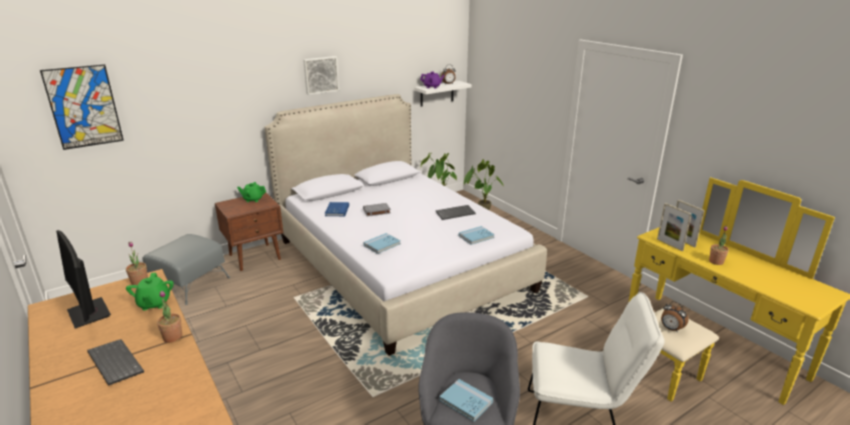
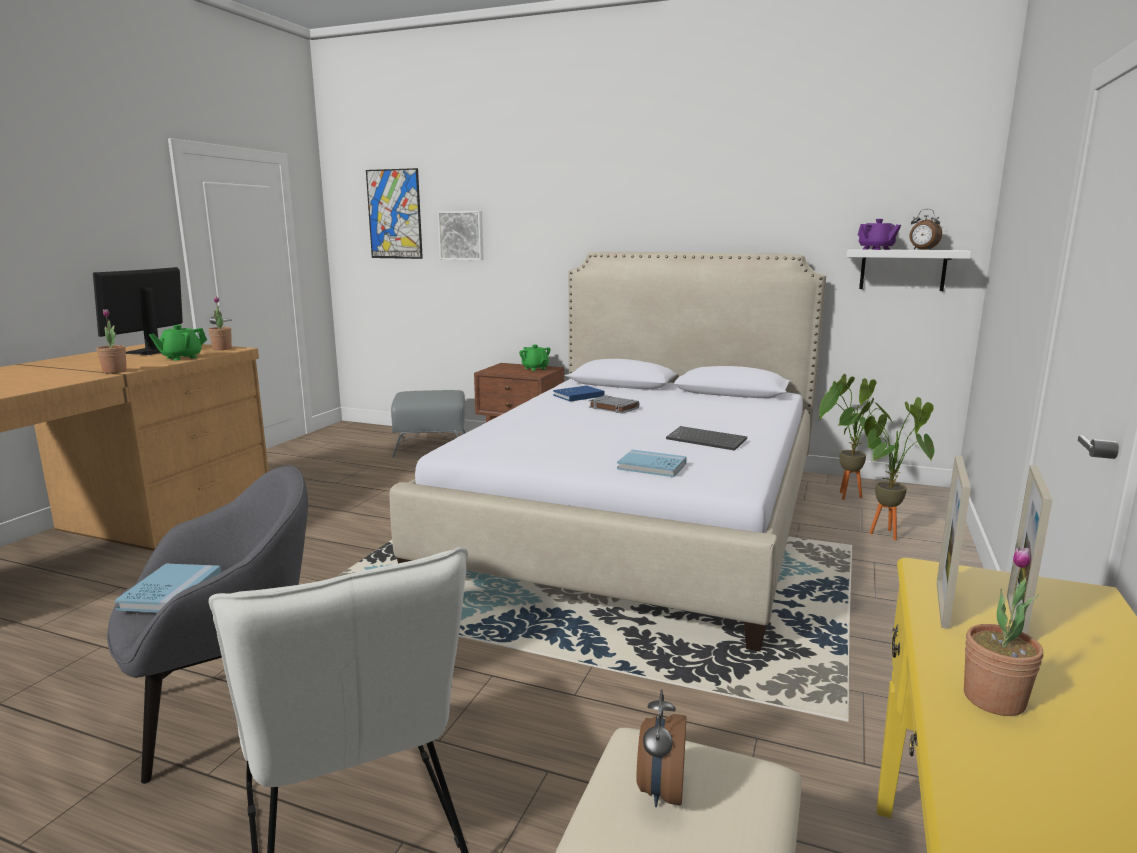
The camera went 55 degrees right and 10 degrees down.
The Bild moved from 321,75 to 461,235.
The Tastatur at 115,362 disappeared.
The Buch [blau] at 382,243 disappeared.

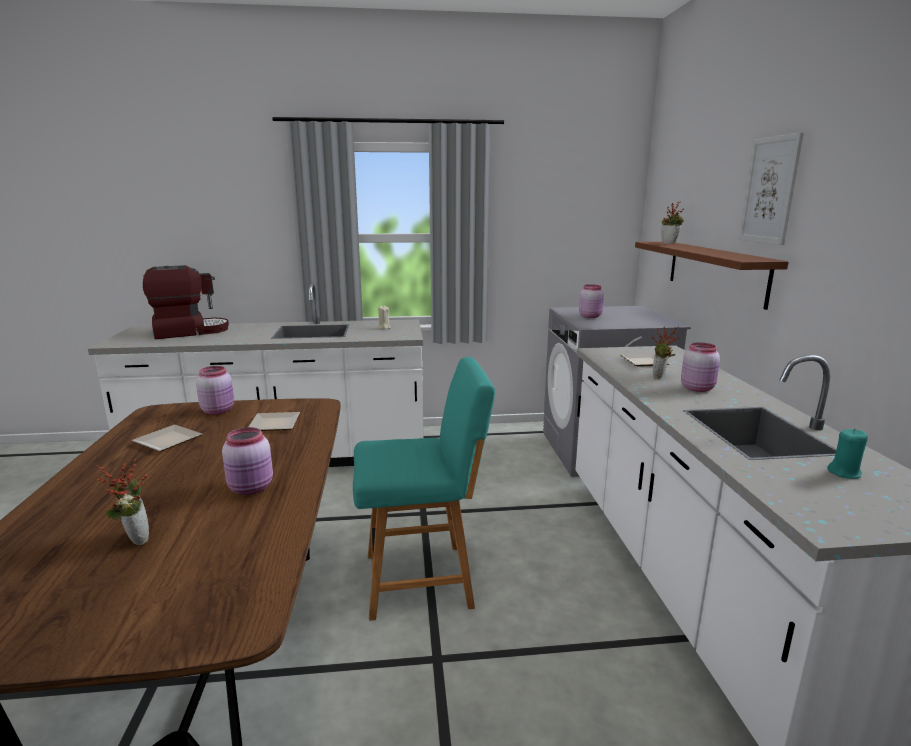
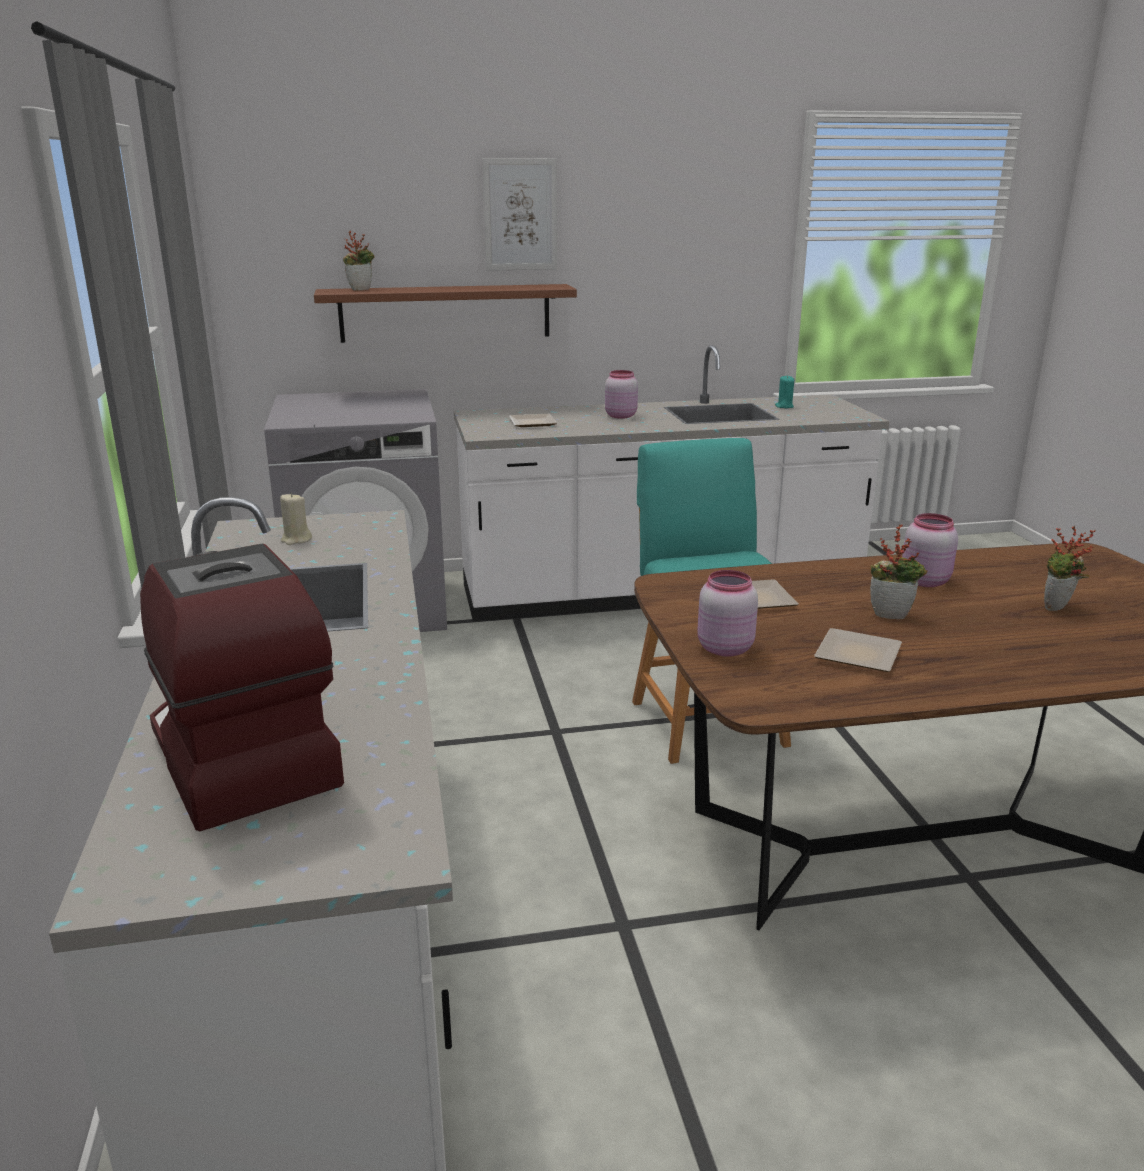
The camera went 95 degrees left and 5 degrees up.
The Topfpflanze moved from 665,353 to 899,571.
The Vorratsglas [rosa] at 591,301 disappeared.

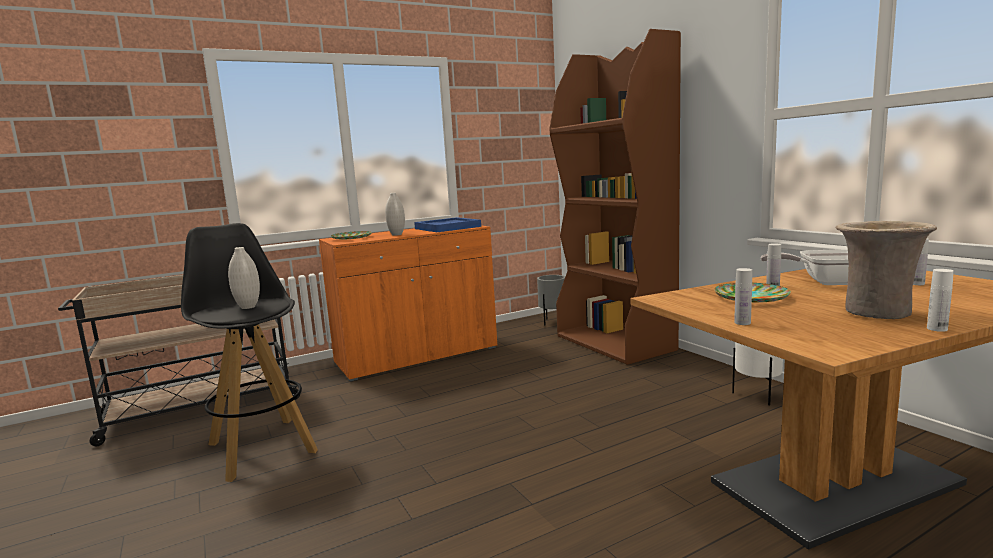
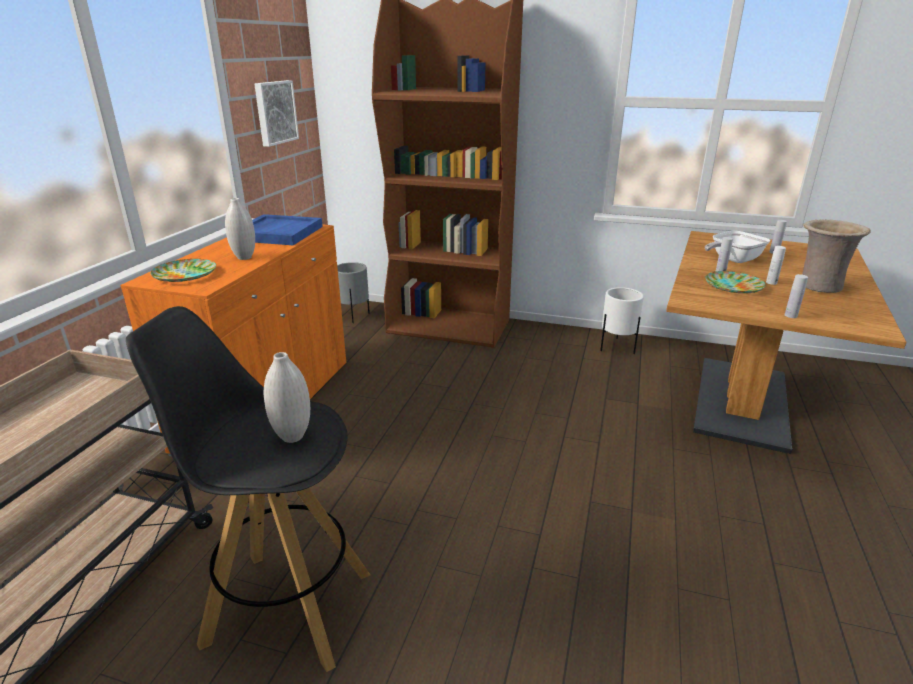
The camera went 45 degrees left and 15 degrees up.
The Bild at 276,113 appeared.
The Flasche [weiß] moved from 940,300 to 776,265.

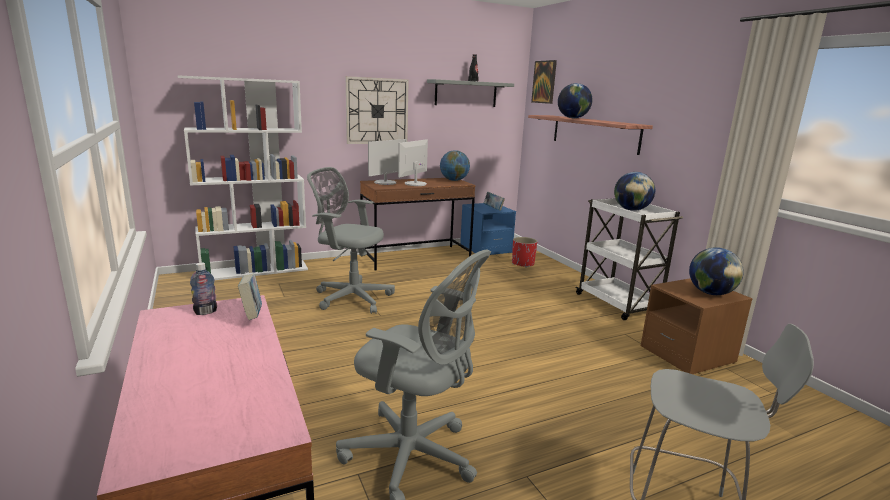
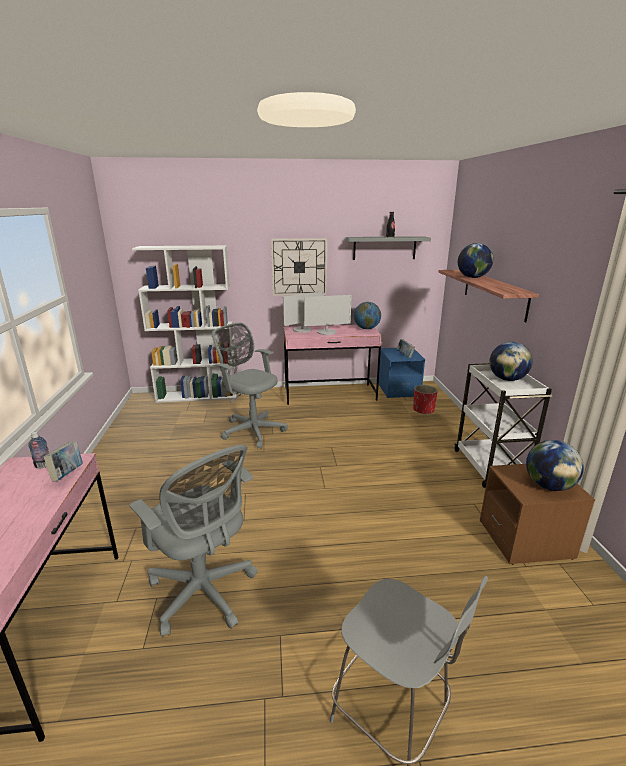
The camera went 20 degrees right and 5 degrees up.
The Schreibtisch [braun] at 417,224 became the Schreibtisch [rosa] at 333,365.
The Monitor at 413,162 turned 150 degrees counterclockwise.
The Bild at 544,82 disappeared.

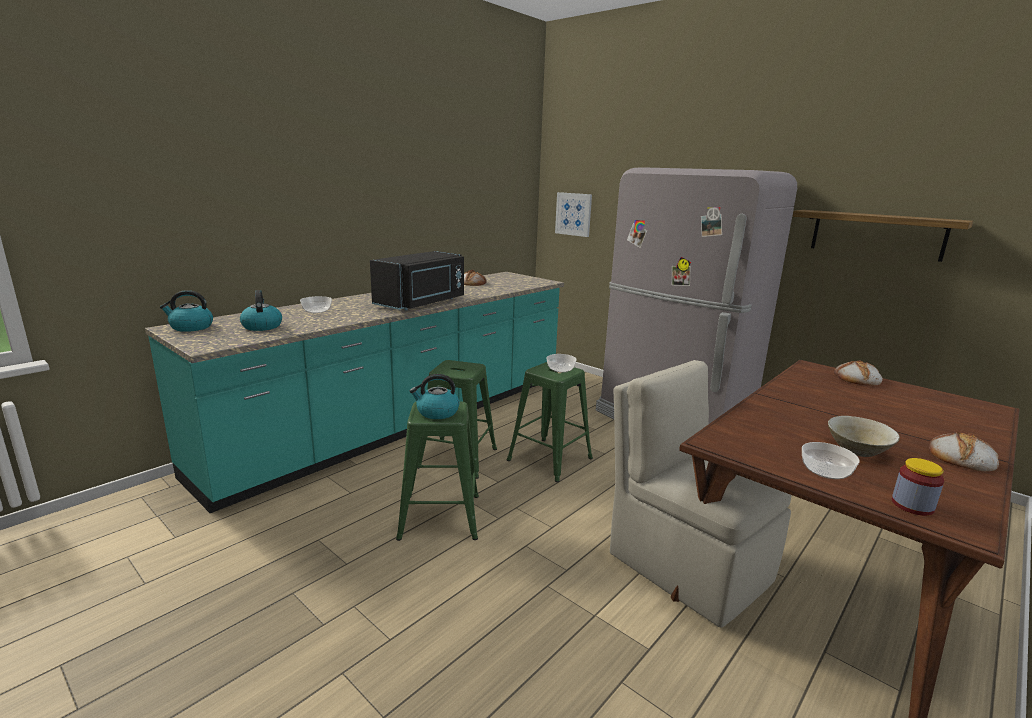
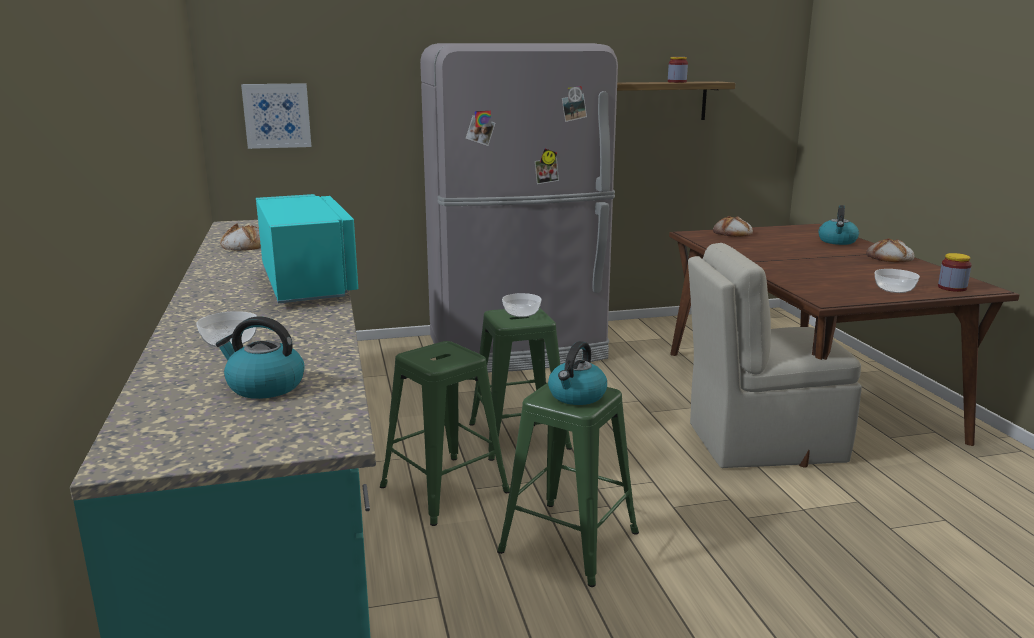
The camera went 55 degrees left and 0 degrees up.
The Mikrowelle [schwarz] at 417,280 became the Mikrowelle [türkis] at 307,248.
The Vorratsglas at 678,70 appeared.
The Wasserkessel moved from 186,311 to 838,225.
The Schüssel [beige] at 864,436 disappeared.

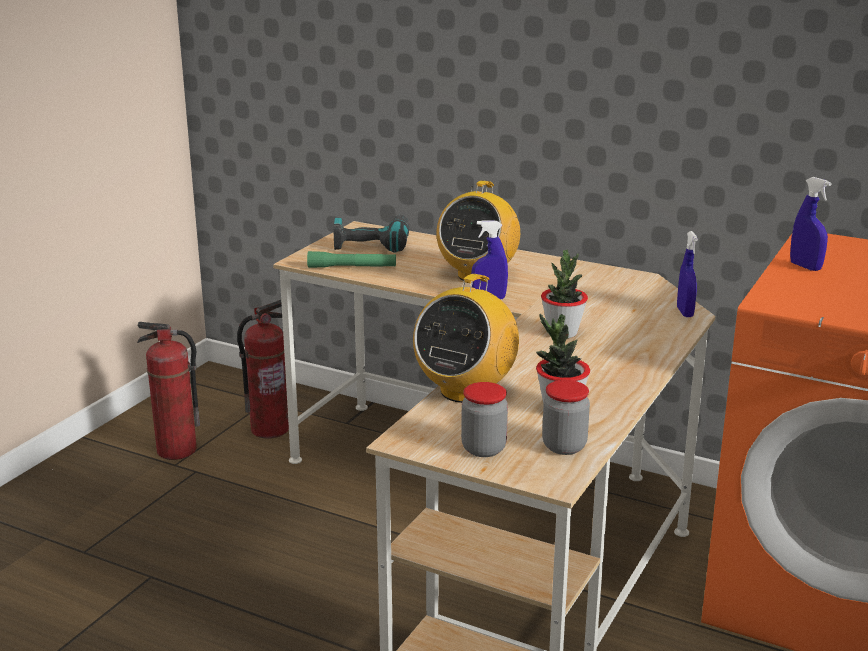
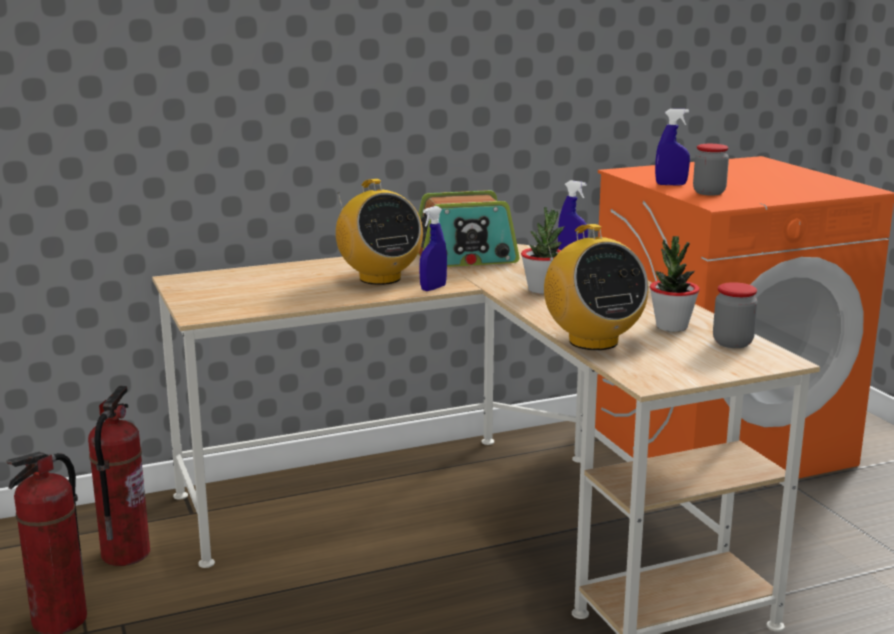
The camera went 50 degrees left and 5 degrees down.
The Radio at 468,228 appeared.
The Vorratsglas moved from 484,419 to 711,170.
The Taschenlampe [grün] at 351,259 disappeared.
The Bohrmaschine at 371,234 disappeared.

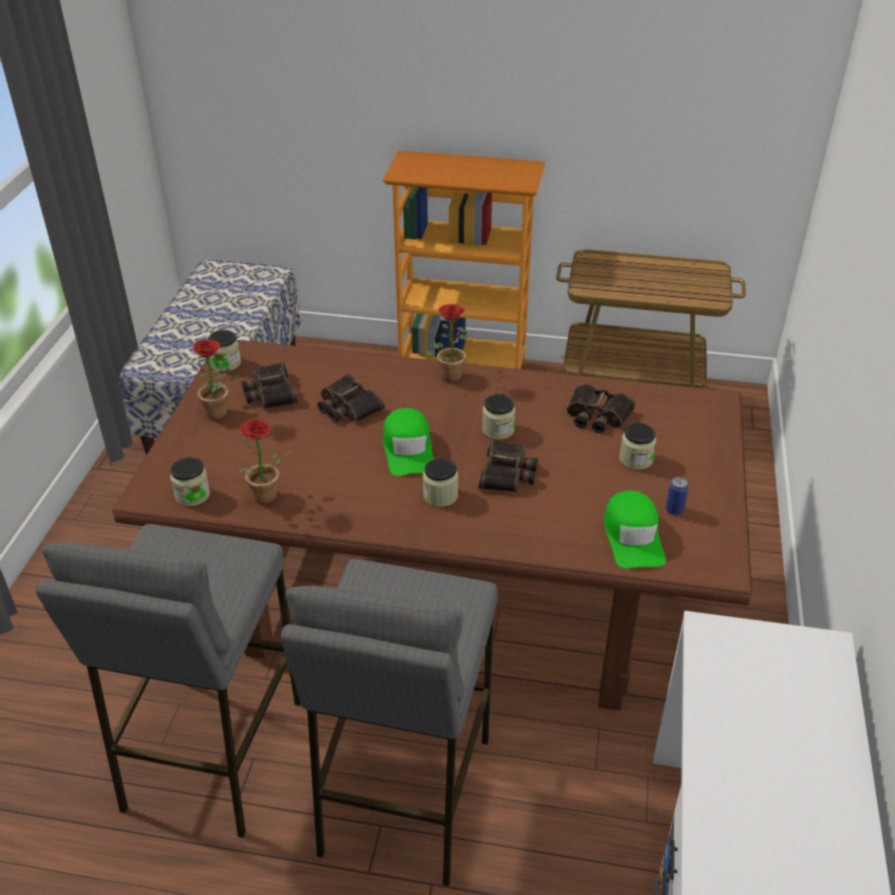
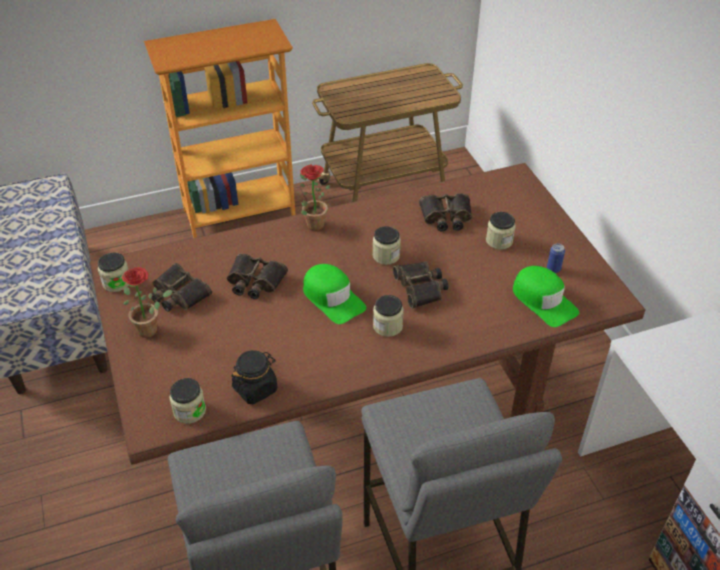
The camera went 30 degrees left and 5 degrees up.
The Topfpflanze at 266,461 was replaced by the Vorratsglas [schwarz] at 254,377.

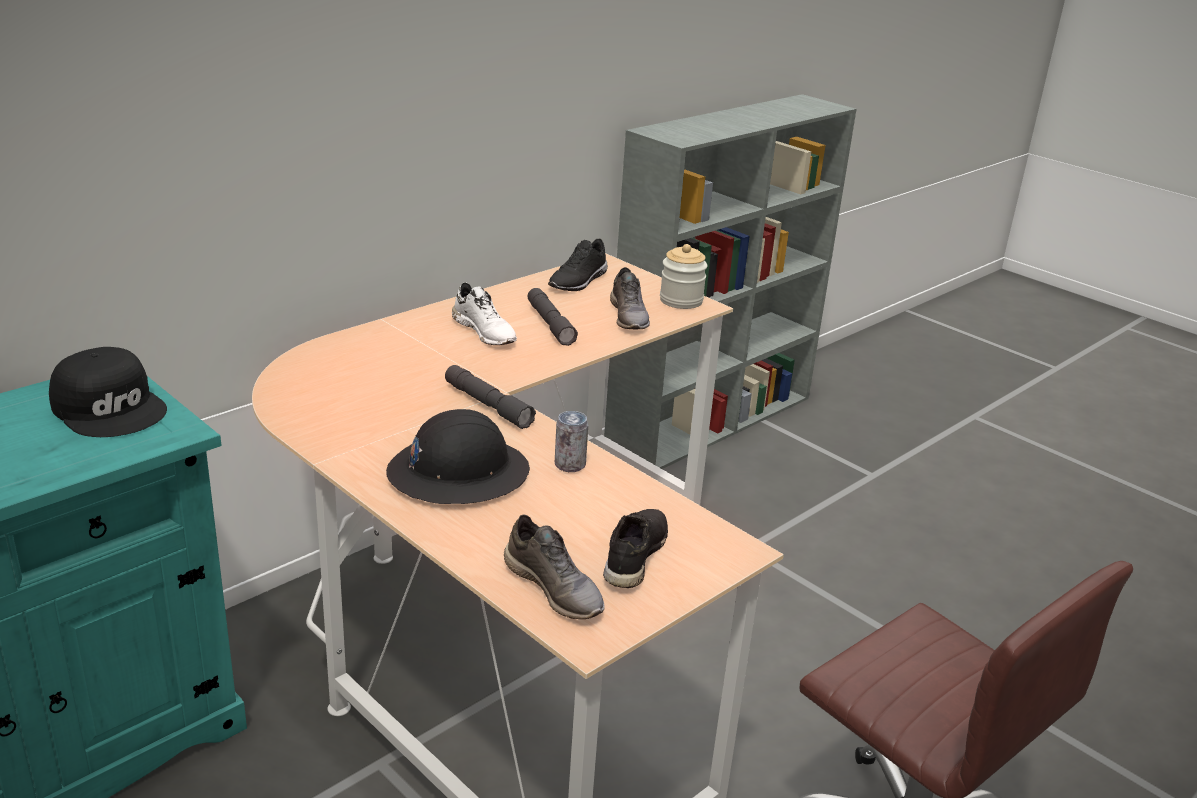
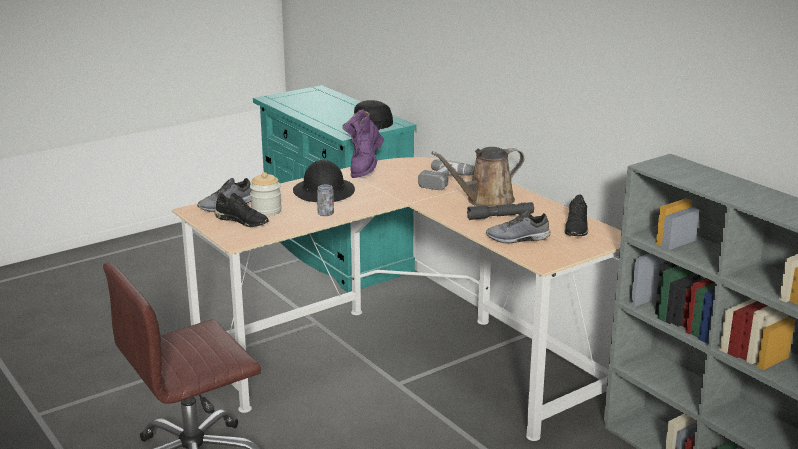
The camera went 100 degrees right and 5 degrees down.
The Vorratsglas moved from 683,276 to 266,194.
The Stiefel [lila] at 363,143 appeared.
The Bohrmaschine at 446,175 appeared.
The Schuh [weiß] at 484,313 was replaced by the Gießkanne [braun] at 477,177.
The Schuh [schwarz] at 578,265 turned 120 degrees counterclockwise.
The Taschenlampe [grau] at 490,397 disappeared.

